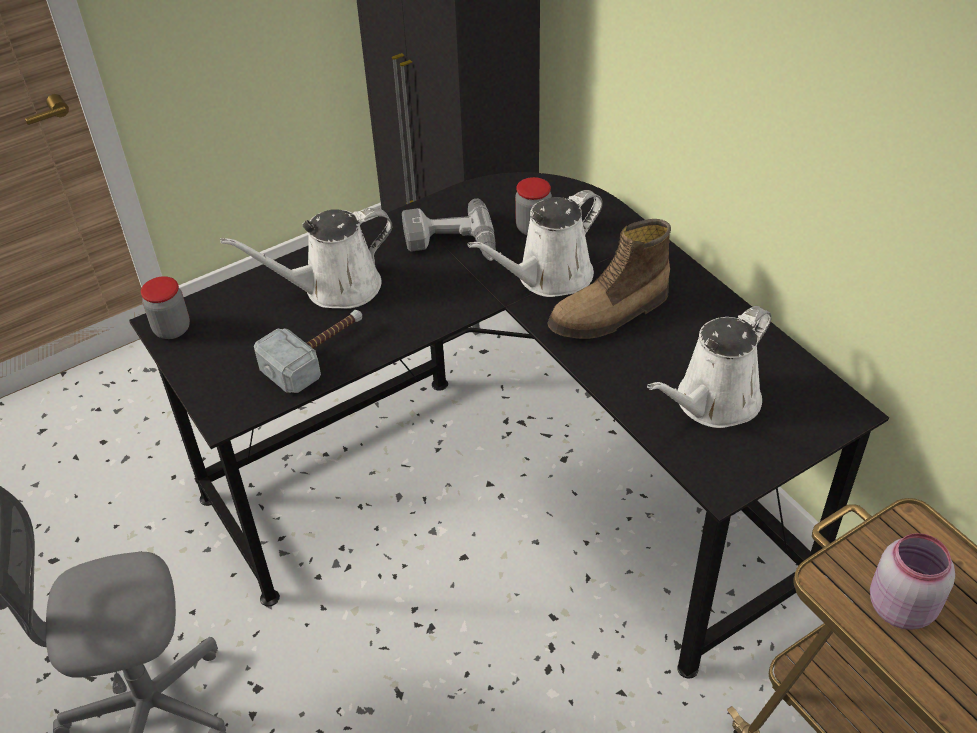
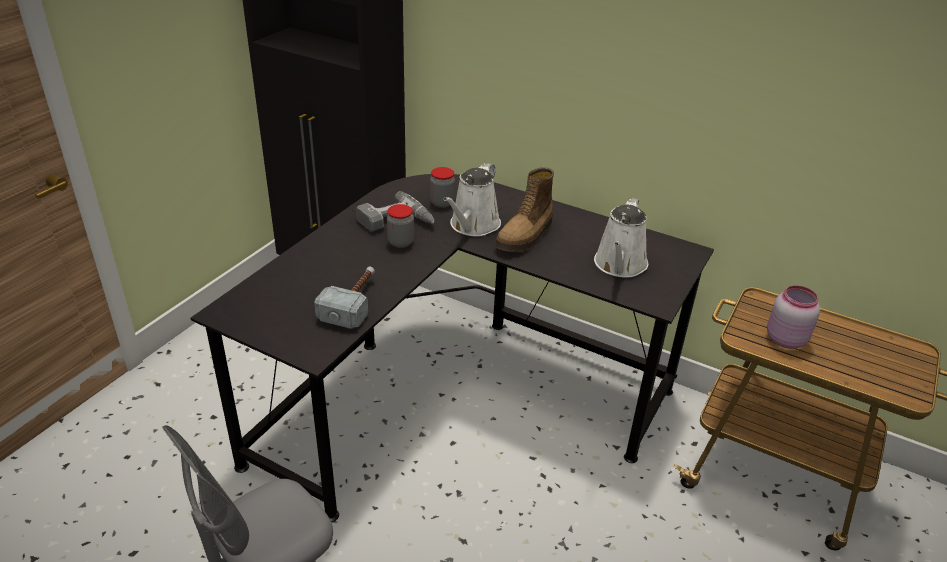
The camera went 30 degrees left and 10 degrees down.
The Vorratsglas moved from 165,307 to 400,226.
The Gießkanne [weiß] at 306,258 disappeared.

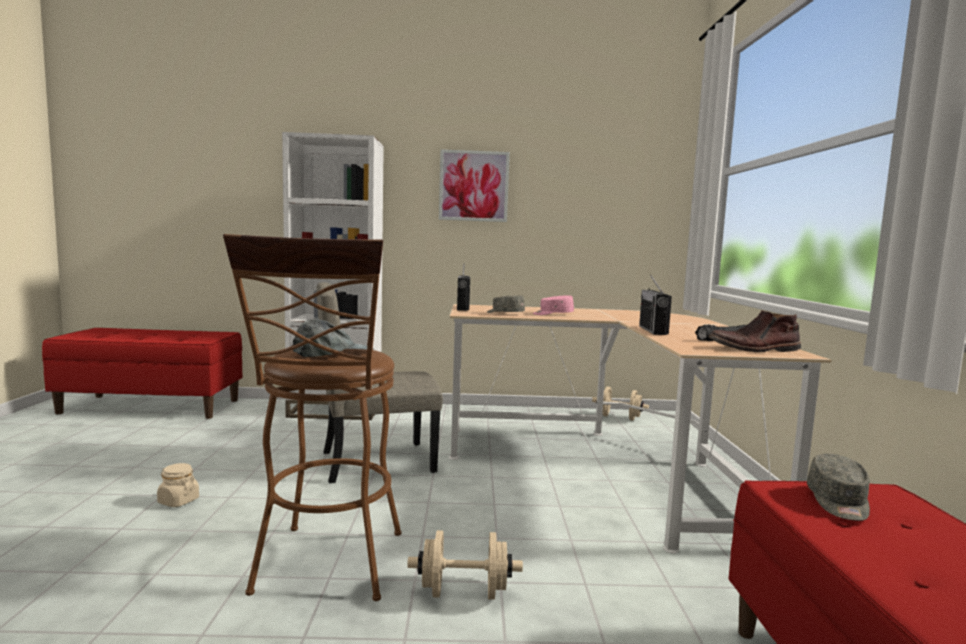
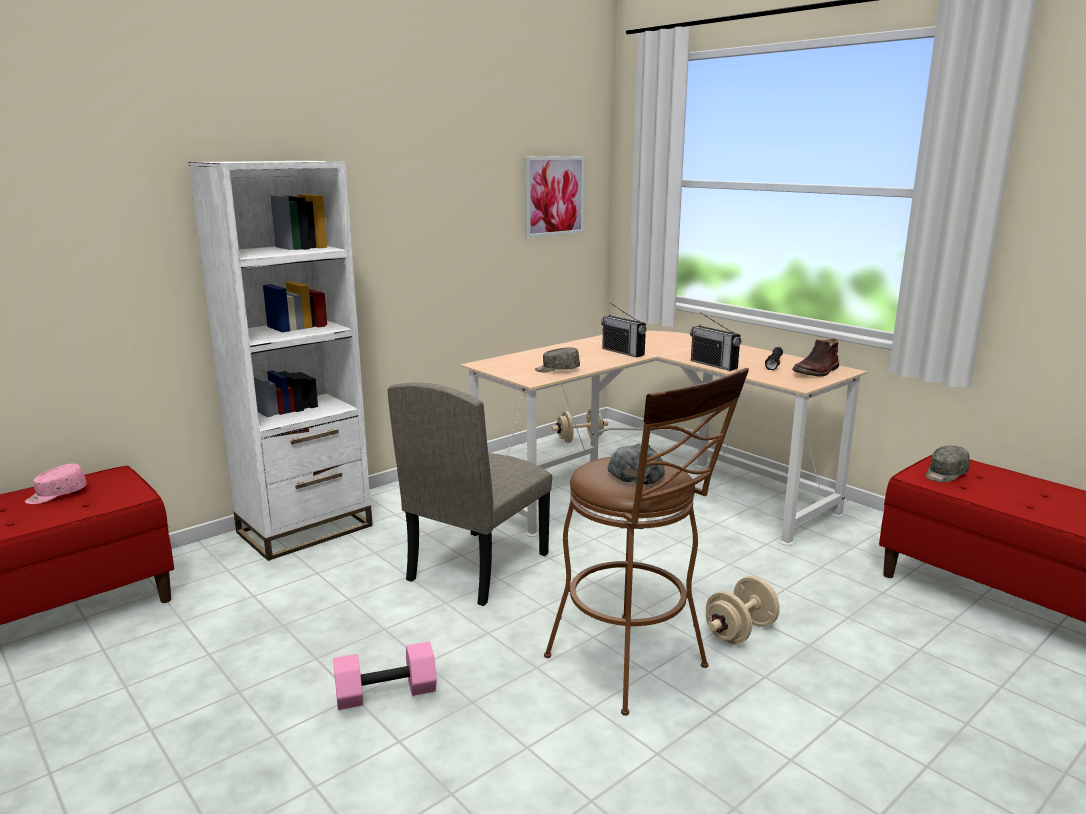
The camera went 40 degrees left and 10 degrees up.
The Kappe [rosa] moved from 553,305 to 55,484.
The Vorratsglas [beige] at 178,485 was replaced by the Hantel [rosa] at 385,675.
The Bild moved from 474,185 to 555,197.
The Radio moved from 463,287 to 624,330.
The Kappe [grau] at 838,487 turned 75 degrees clockwise.

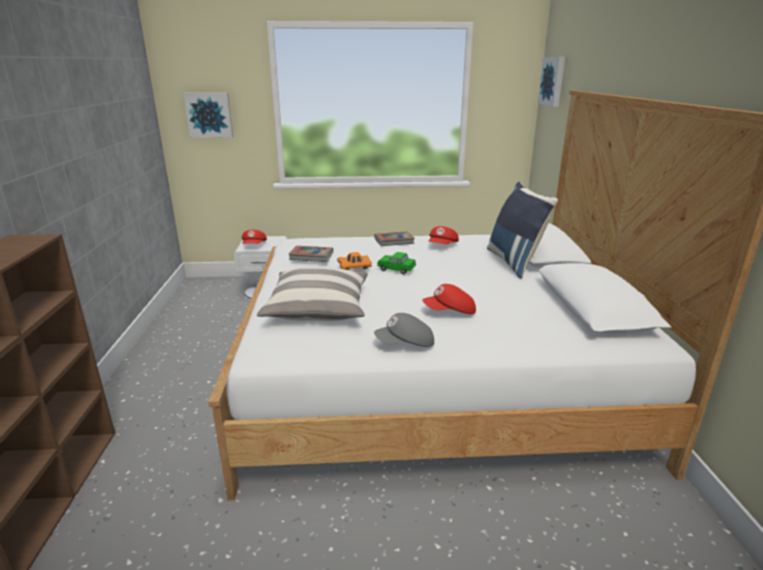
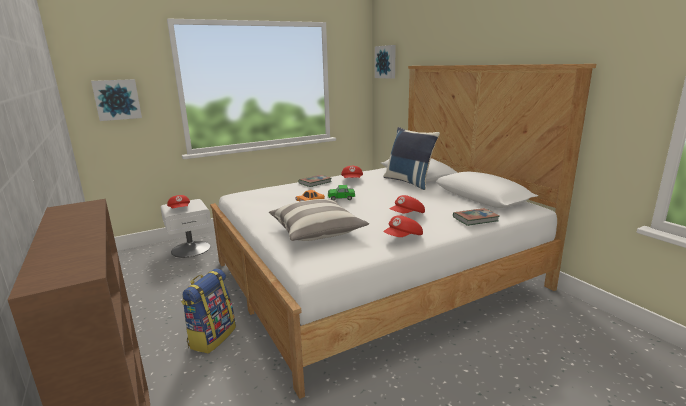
The camera went 25 degrees left and 5 degrees down.
The Rucksack at 208,311 appeared.
The Kappe [grau] at 404,330 became the Kappe [rot] at 403,226.
The Buch moved from 310,254 to 476,217.

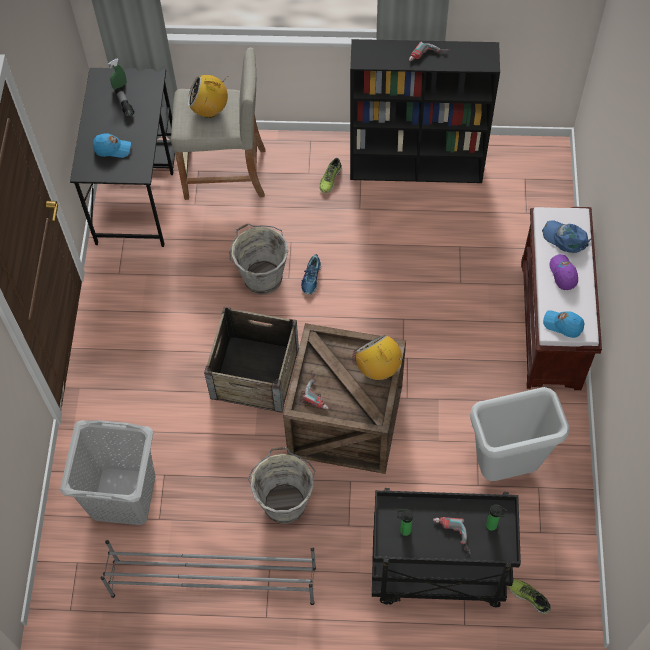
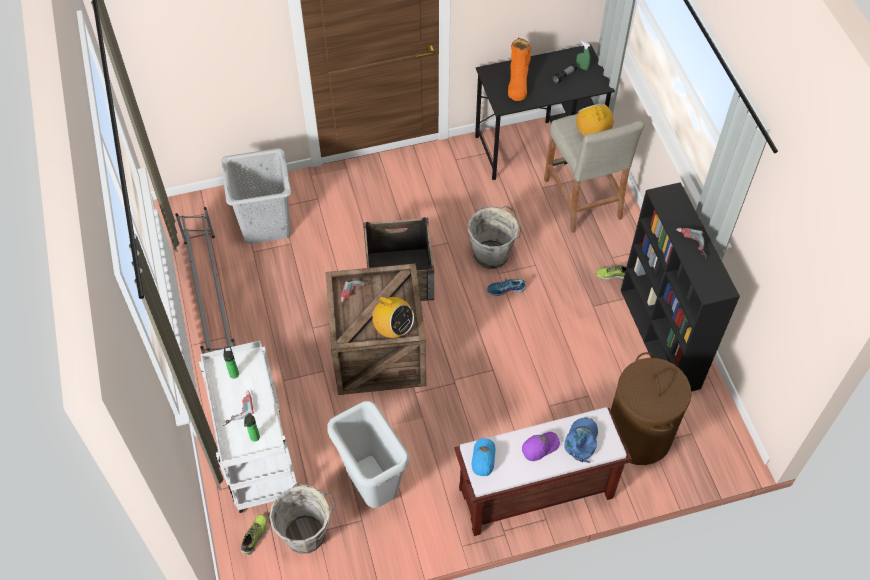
The camera went 70 degrees right and 5 degrees down.
The Rollwagen [schwarz] at 446,548 became the Rollwagen [weiß] at 248,426.
The Eimer [grau] moved from 281,485 to 302,519.
The Radio at 380,357 turned 90 degrees clockwise.
The Kappe [blau] at 112,145 was replaced by the Stiefel [orange] at 519,69.
The Wäschekorb [braun] at 651,408 appeared.

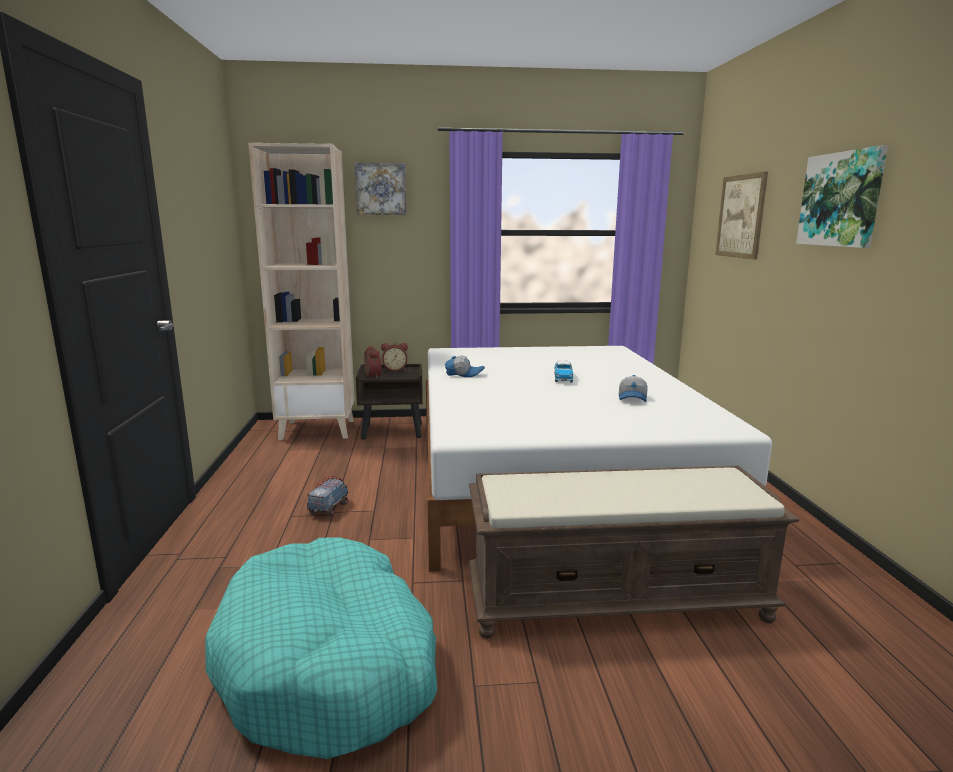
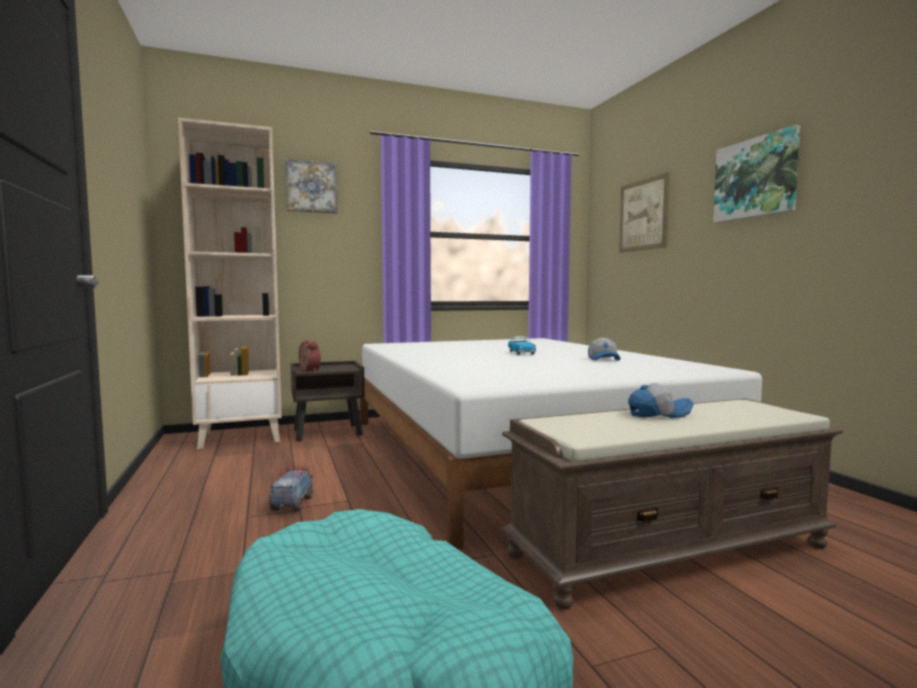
The camera went 15 degrees left and 10 degrees down.
The Kappe moved from 465,366 to 661,400.
The Wecker at 394,357 disappeared.

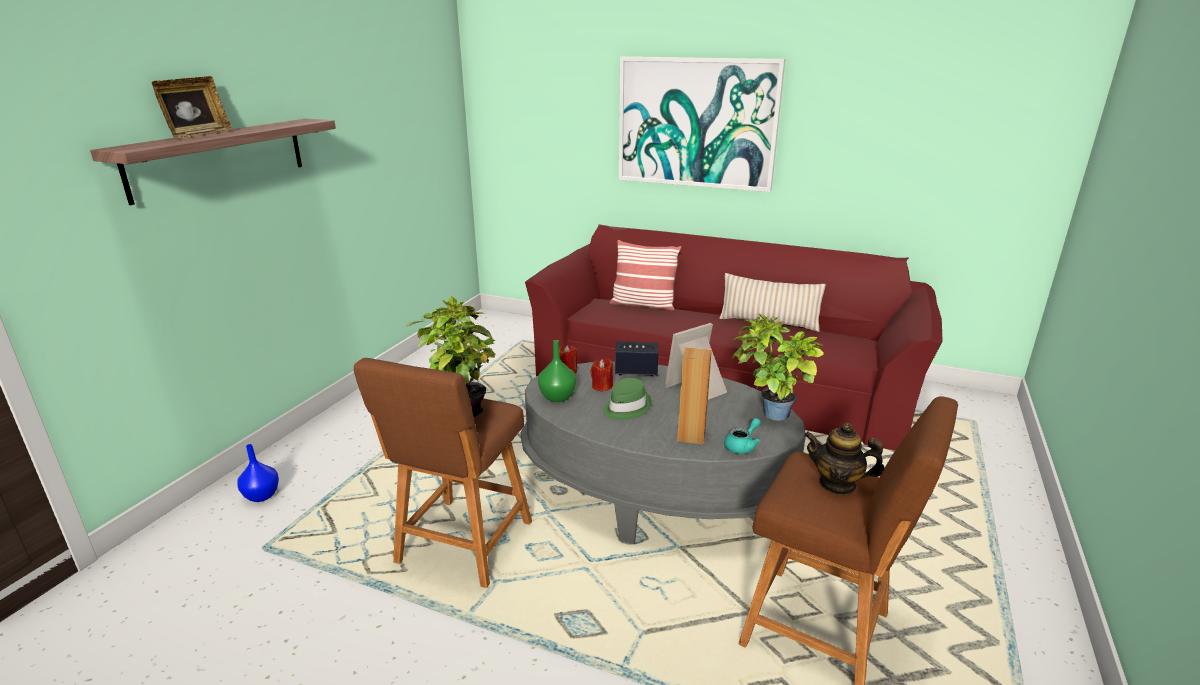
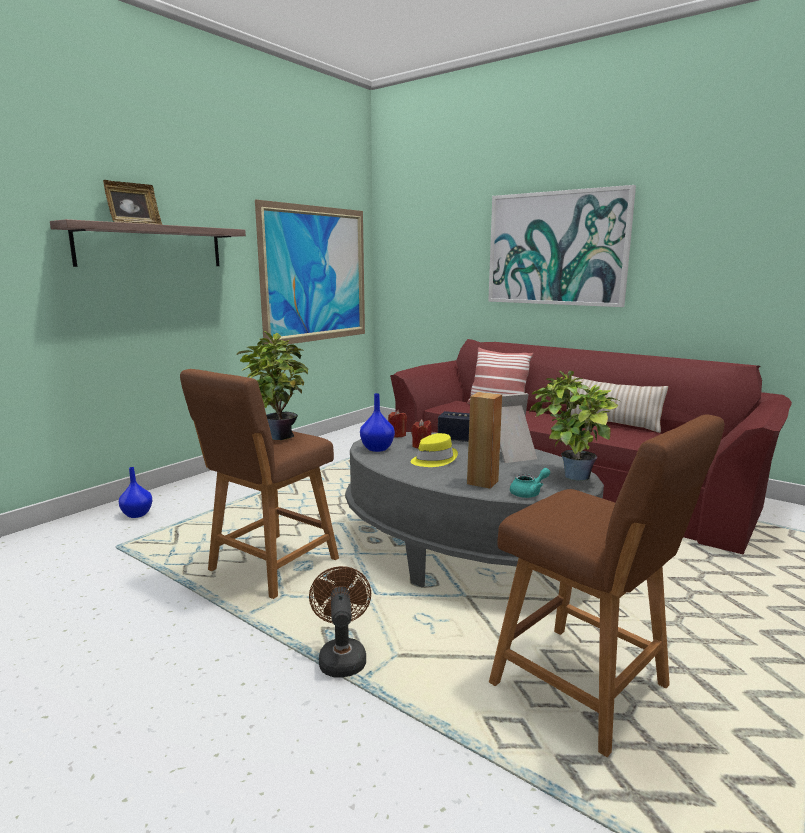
The camera went 15 degrees right and 10 degrees down.
The Bild at 310,271 appeared.
The Ventilator [braun] at 340,621 appeared.
The Vase [grün] at 557,371 became the Vase [blau] at 377,422.
The Hut [grün] at 627,399 became the Hut [gelb] at 434,450.
The Teekanne at 844,459 disappeared.

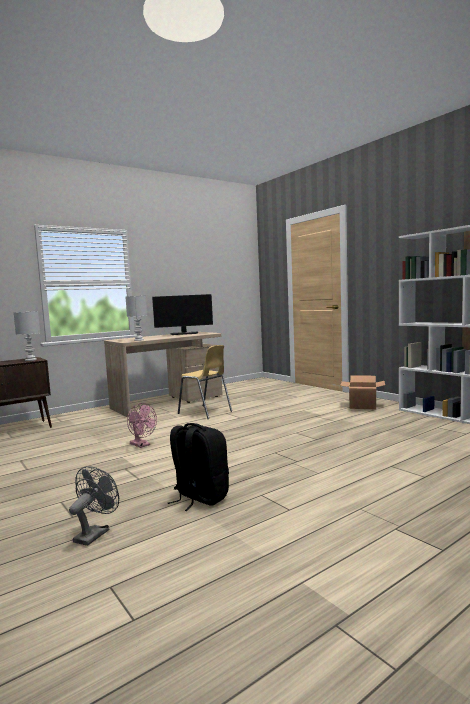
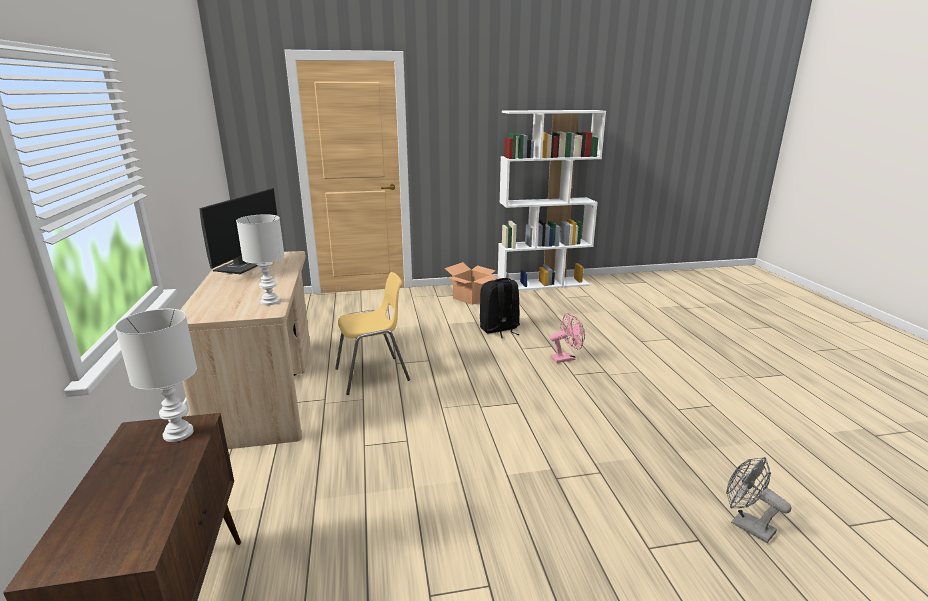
The camera went 65 degrees left and 15 degrees up.
The Rucksack [schwarz] moved from 198,467 to 500,308.
The Ventilator [rosa] moved from 142,425 to 567,338.

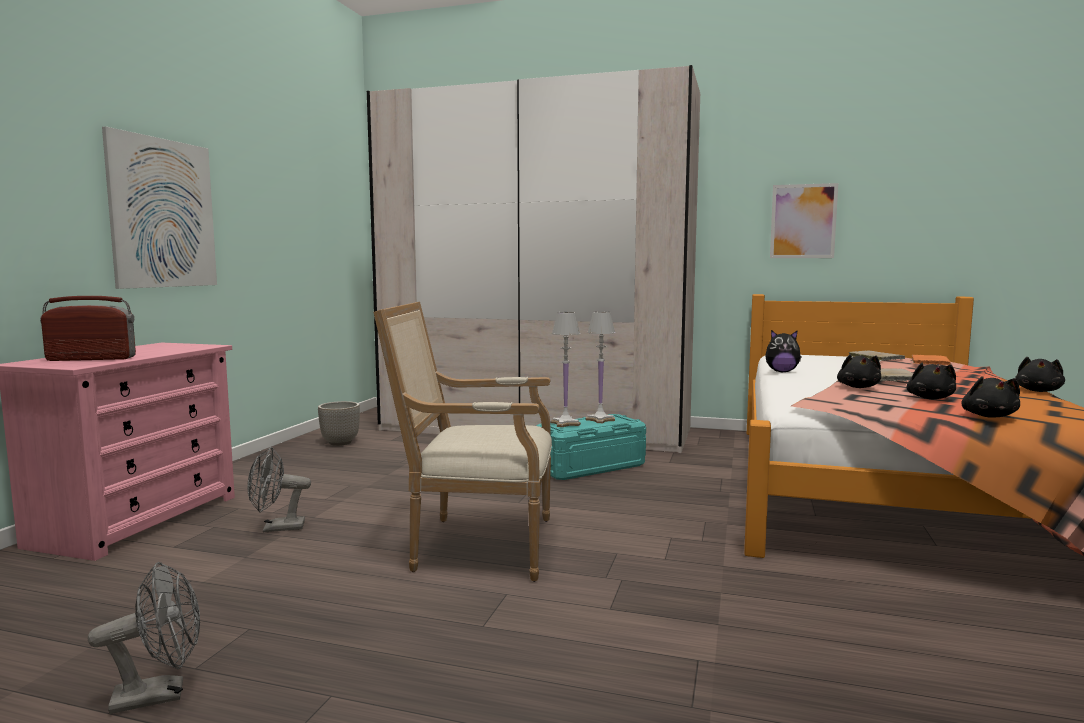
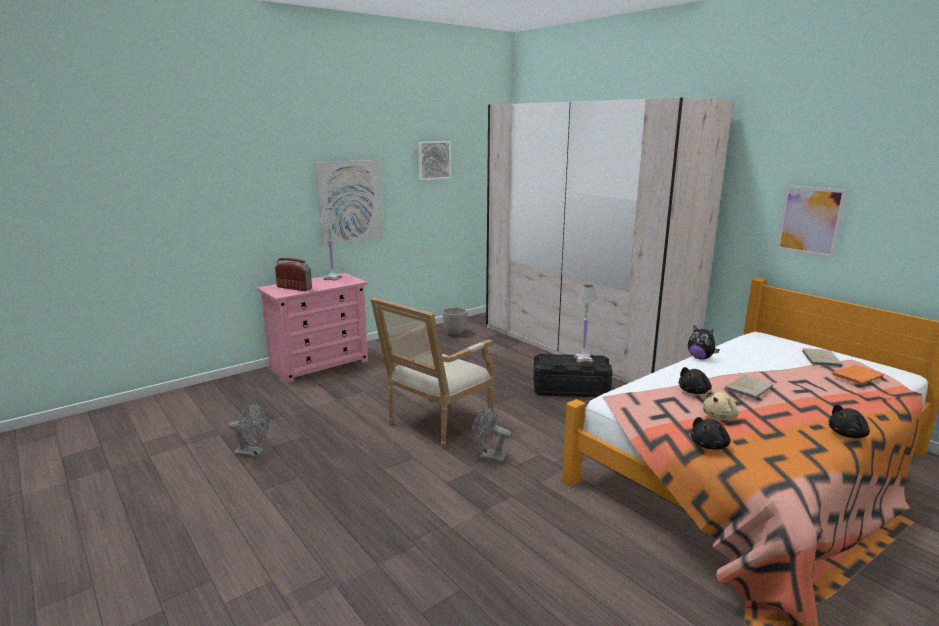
The camera went 35 degrees right and 10 degrees up.
The Tischlampe [weiß] moved from 566,369 to 331,244.
The Sessel at 462,442 turned 90 degrees counterclockwise.
The Bild at 434,160 appeared.
The Ventilator [grau] moved from 279,489 to 492,434.
The Aufbewahrungsbox [türkis] at 591,447 became the Aufbewahrungsbox [schwarz] at 573,375.
The Plüschtier [schwarz] at 931,381 became the Plüschtier [beige] at 720,405.

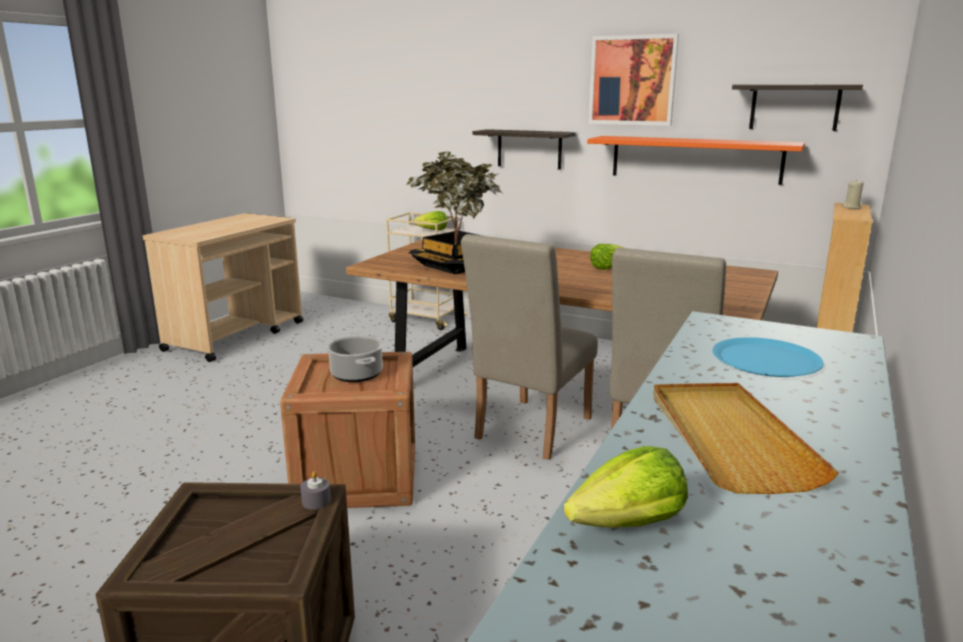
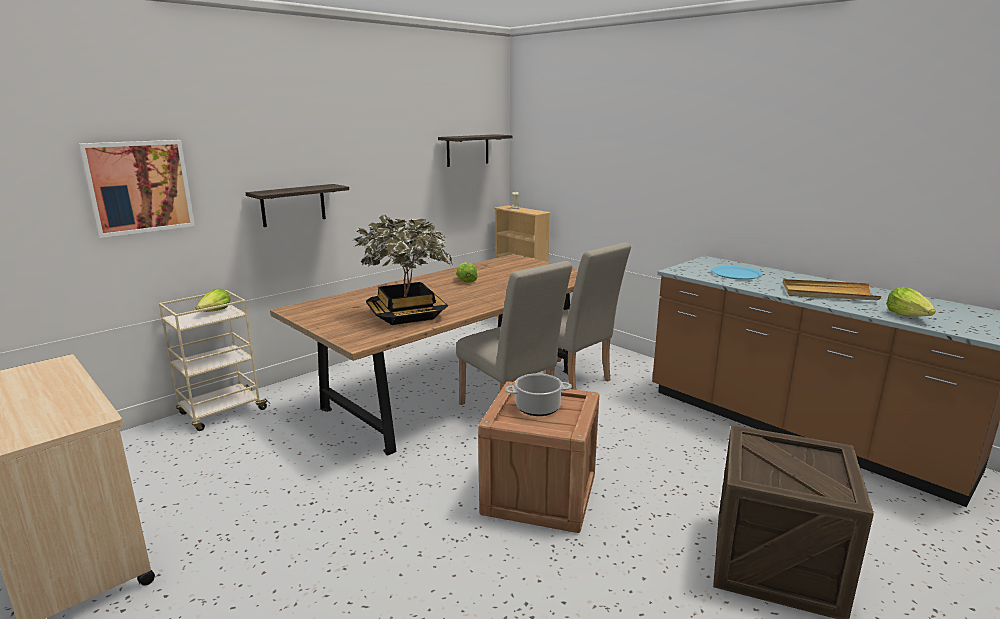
The camera went 70 degrees left and 0 degrees up.
The Bild moved from 633,80 to 136,189.
The Kerze [grau] at 315,490 disappeared.
The Wandregal [orange] at 696,160 disappeared.

